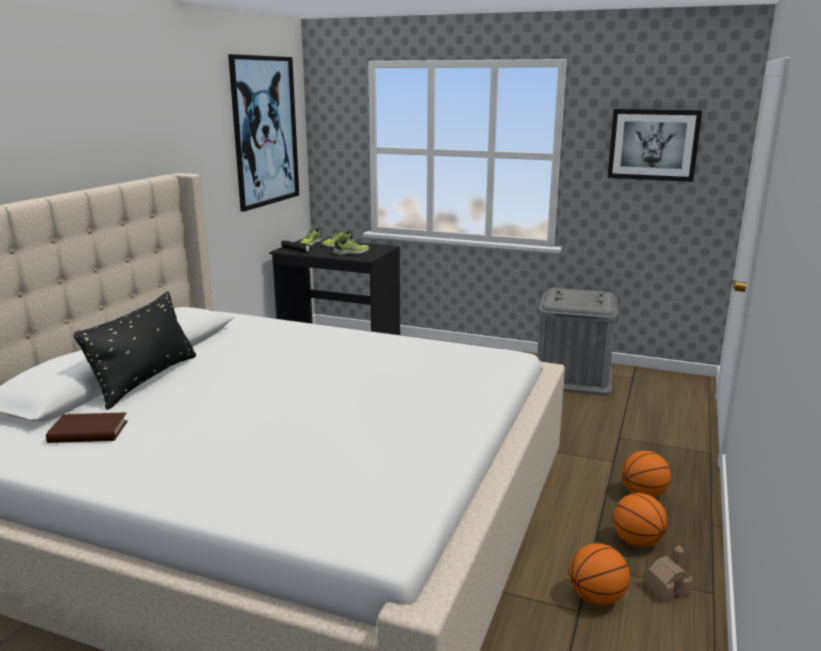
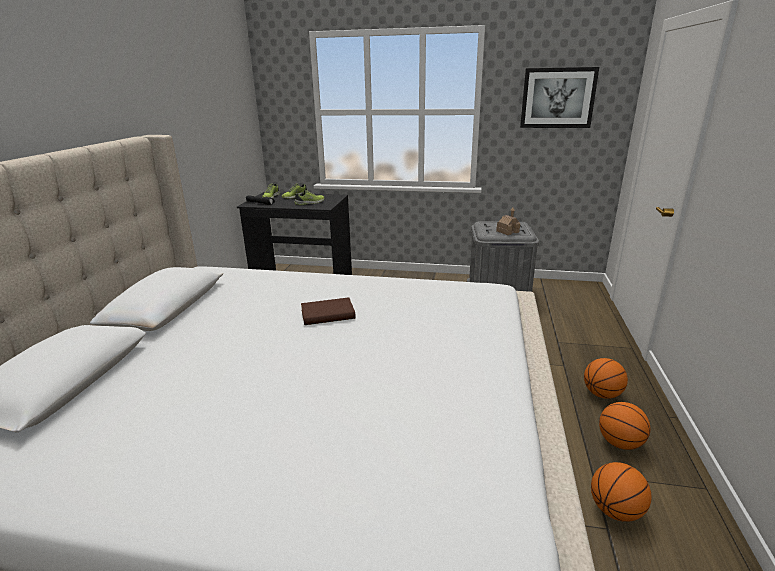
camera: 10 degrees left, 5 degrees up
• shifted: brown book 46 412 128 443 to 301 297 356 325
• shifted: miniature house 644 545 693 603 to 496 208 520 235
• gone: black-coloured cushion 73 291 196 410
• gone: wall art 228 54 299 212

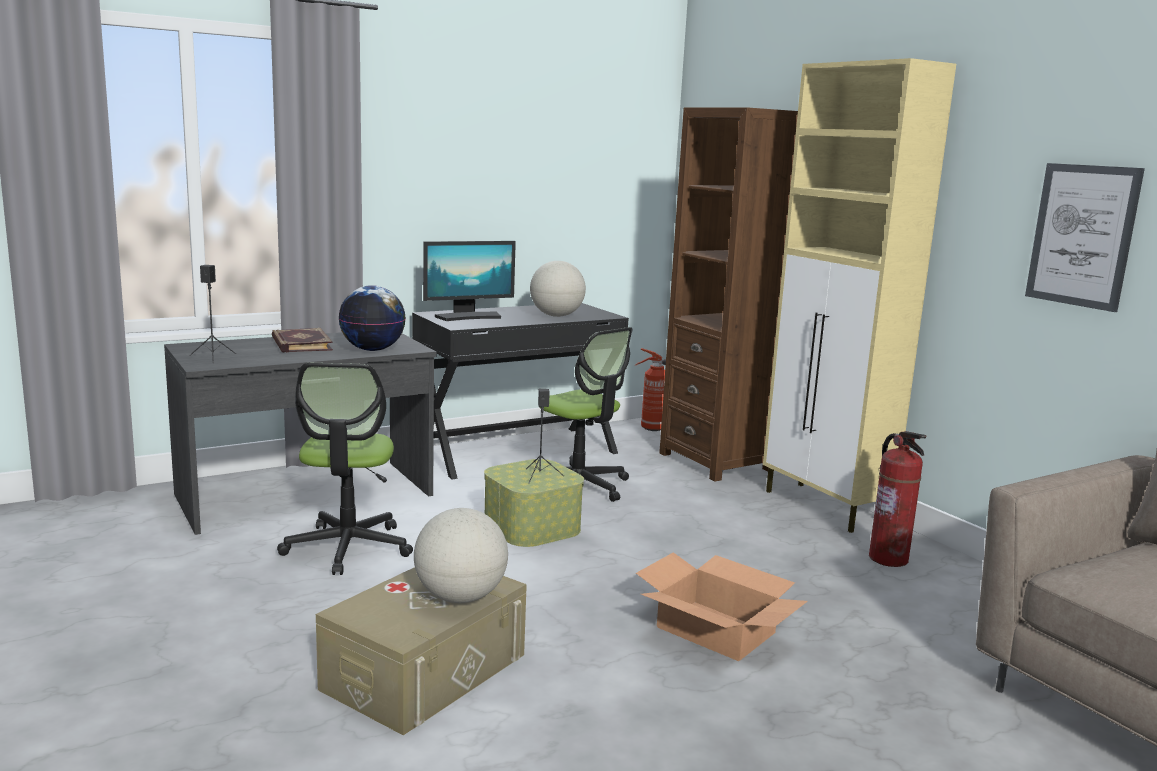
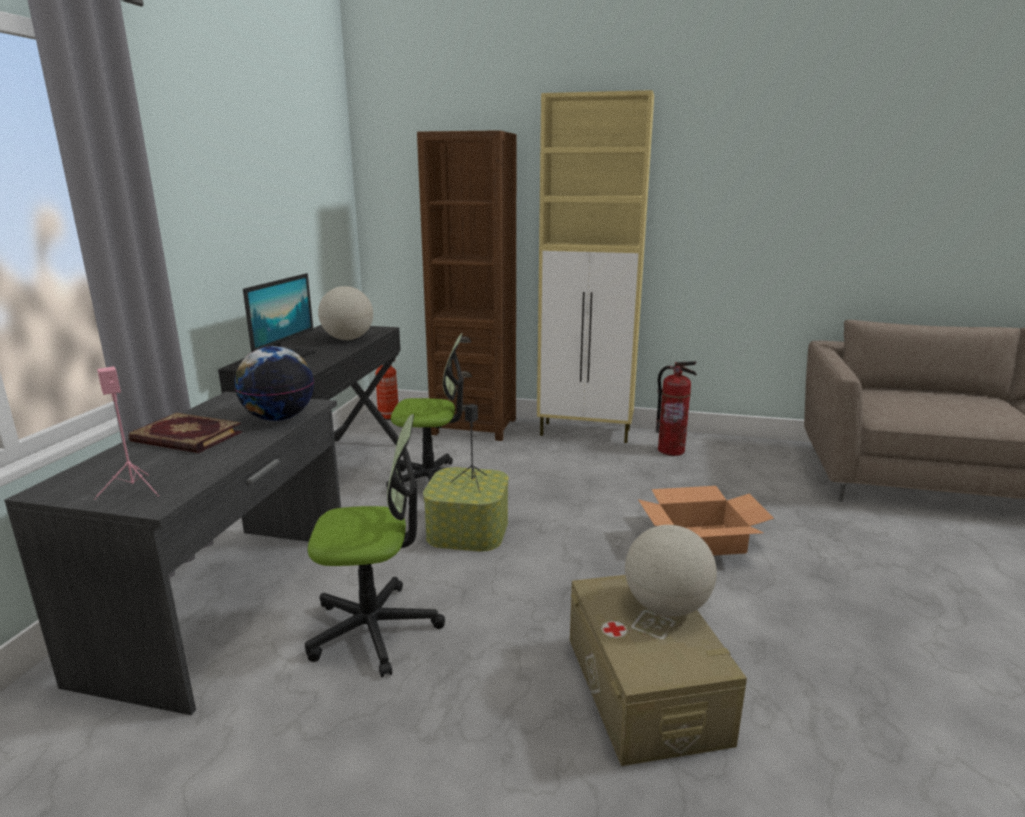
camera: 45 degrees left, 5 degrees up
• repainted: black-coloured audio speaker 190 265 236 363 to pink-coloured audio speaker 94 366 159 499
• rotated: office chair 277 363 413 575 = 305 414 445 677 45 degrees counterclockwise
• gone: wall art 1025 163 1145 312

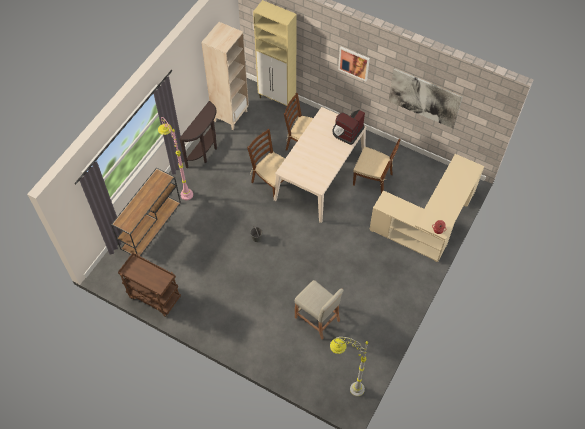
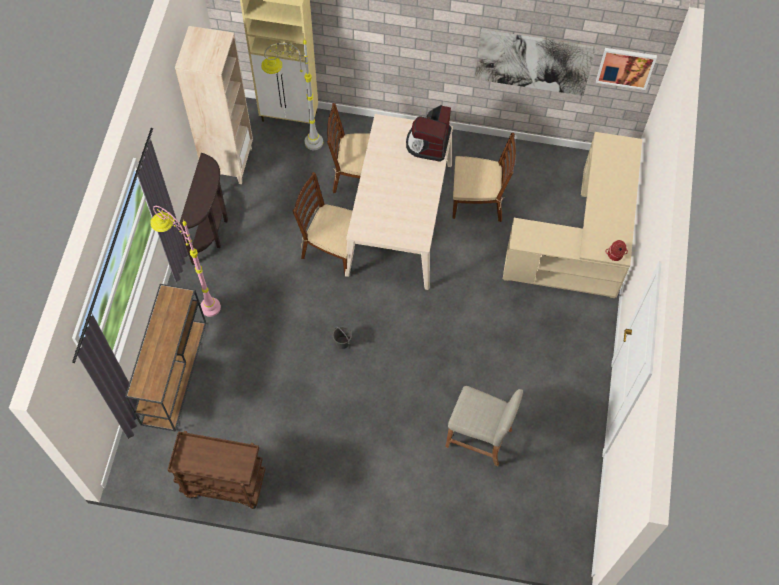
camera: 20 degrees left, 5 degrees up
• shifted: grey floor lamp 330 337 368 397 to 261 38 323 150
• shifted: wall art 338 47 370 81 to 596 48 657 90

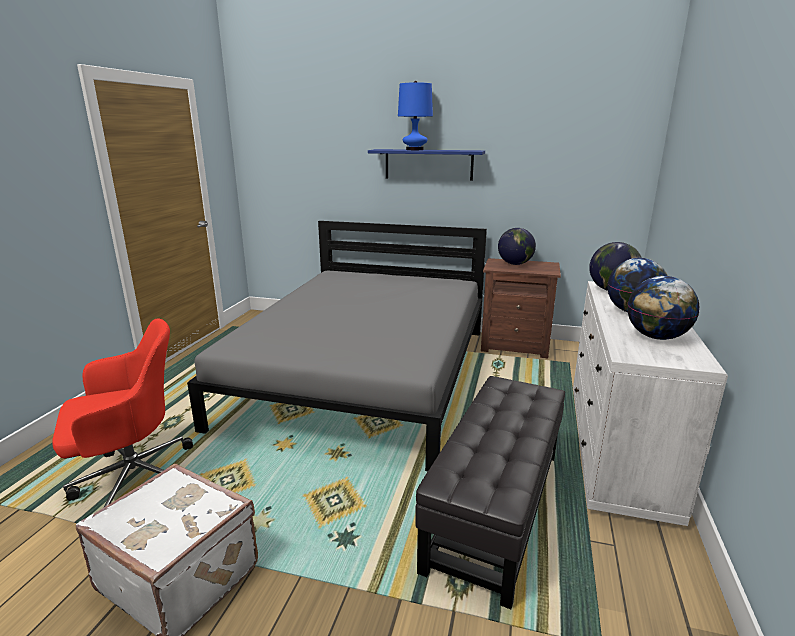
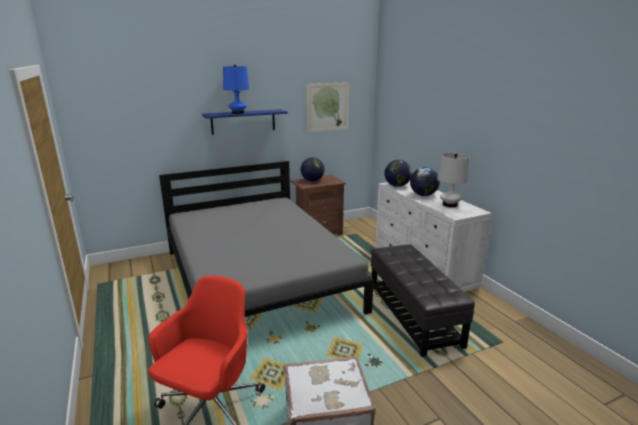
camera: 40 degrees left, 0 degrees up
• new: wall art 306 82 349 132
• swapped: globe 627 276 699 340 to whitish table lamp 438 153 470 207

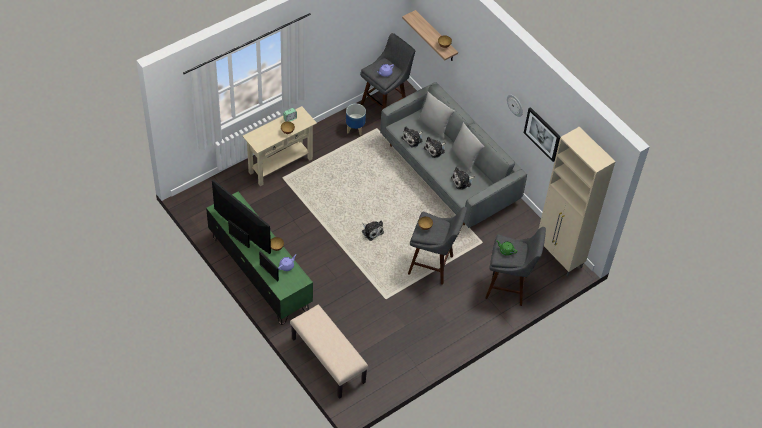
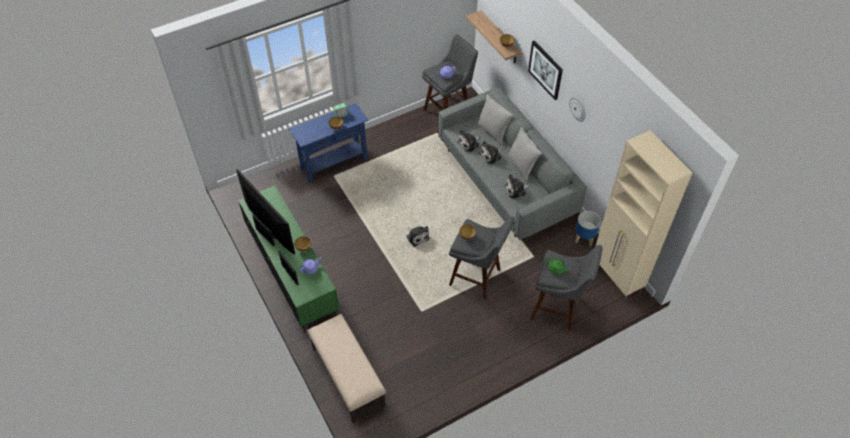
camera: 10 degrees right, 0 degrees up
• repainted: beige-coloured hall table 242 106 317 186 to blue hall table 289 103 368 183
• shifted: wall art 524 107 561 162 to 528 41 563 100
• shifted: planter 346 104 366 135 to 575 211 601 246

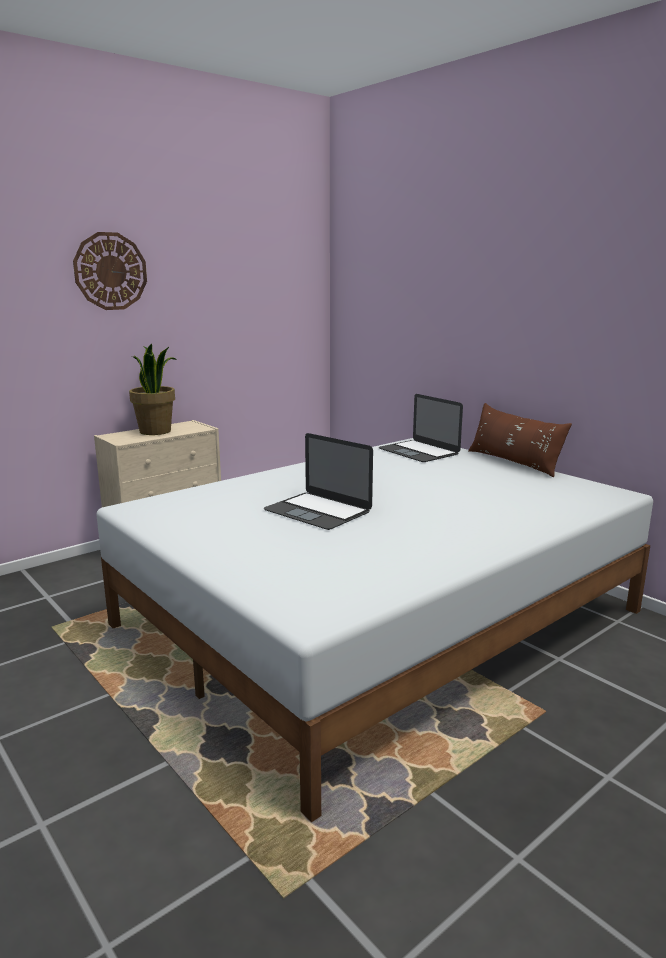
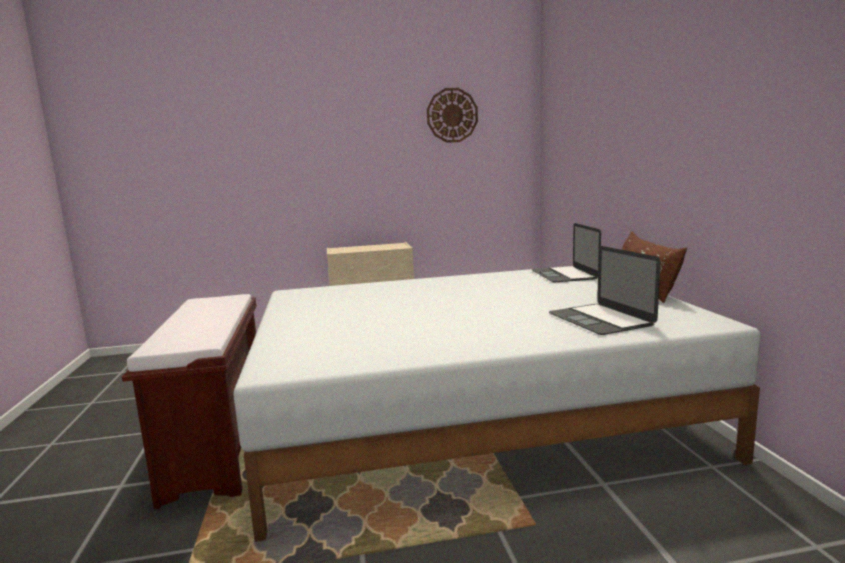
camera: 30 degrees right, 5 degrees down
• new: brown bench 122 294 257 509
• shifted: clock on the wall 73 232 147 310 to 427 88 478 143
• shifted: notebook computer 264 433 373 530 to 549 246 661 335
• gone: plant in a pot 129 343 177 435

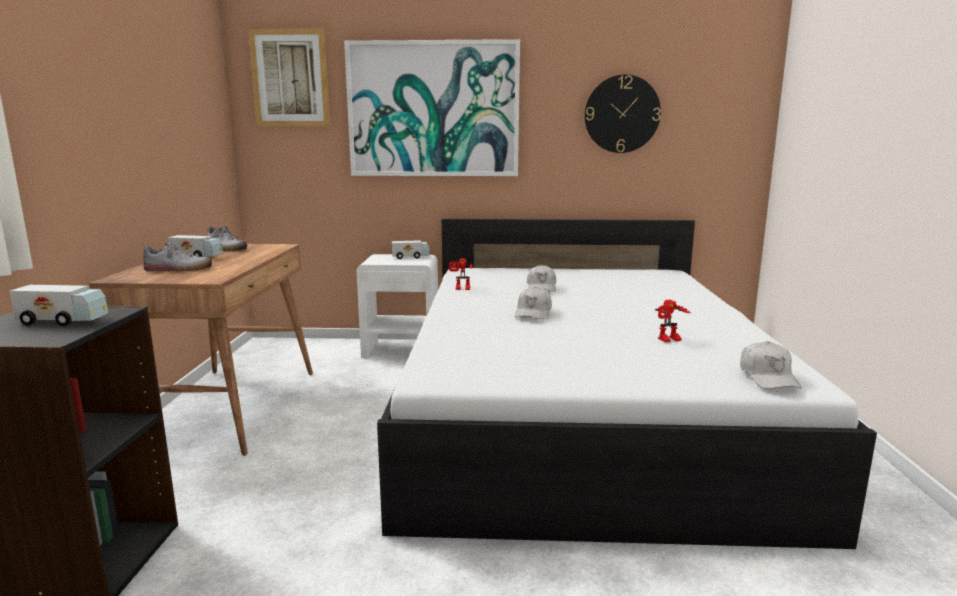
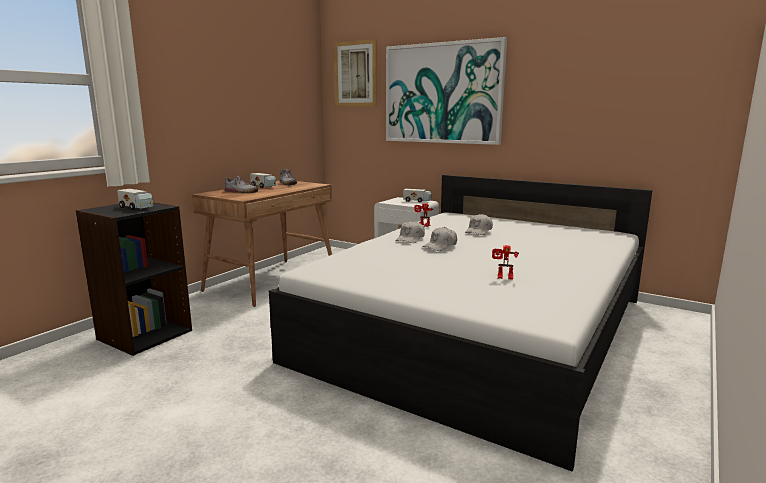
camera: 30 degrees right, 0 degrees up
• shifted: whitish cap 740 341 802 389 to 396 221 425 243
• gone: clock on the wall 584 75 661 153

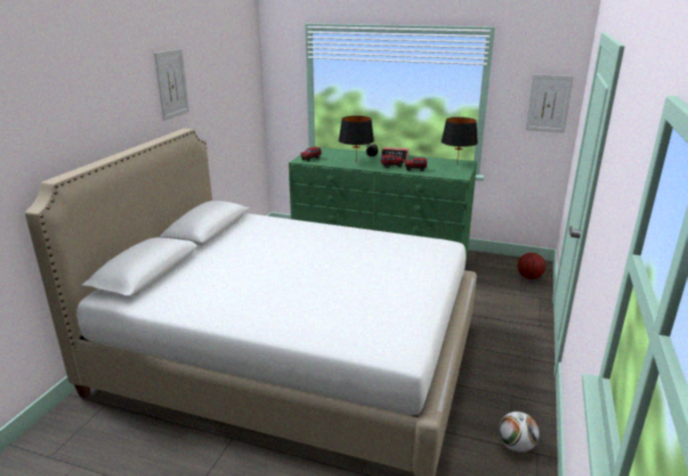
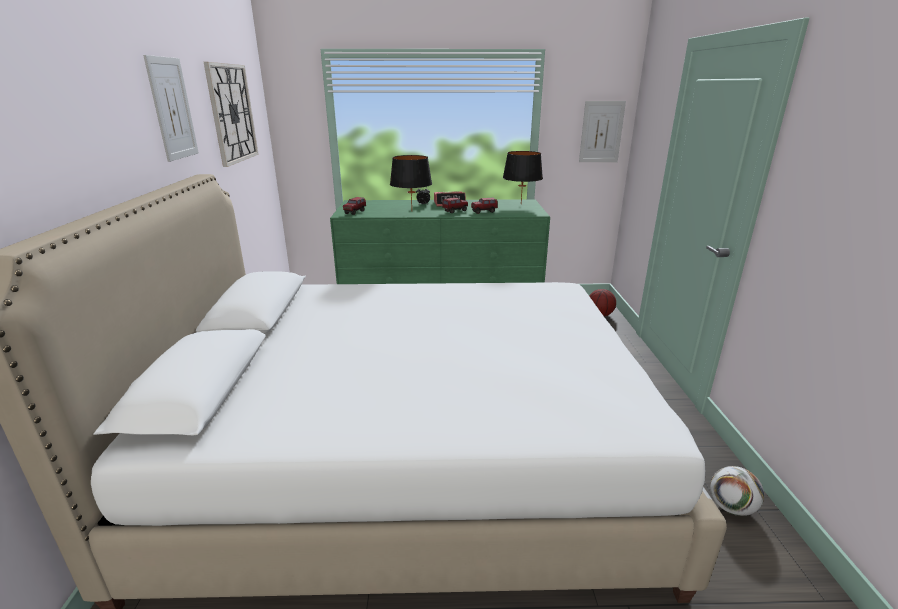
camera: 20 degrees left, 0 degrees up
• new: clock on the wall 204 62 259 167

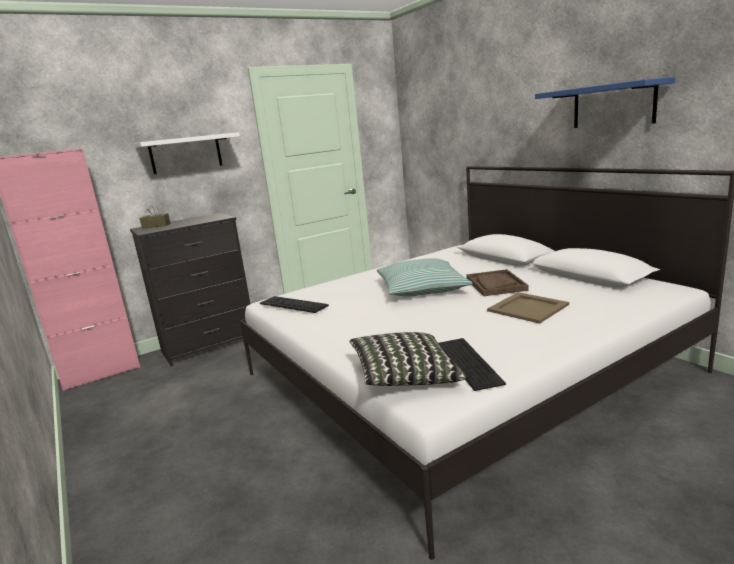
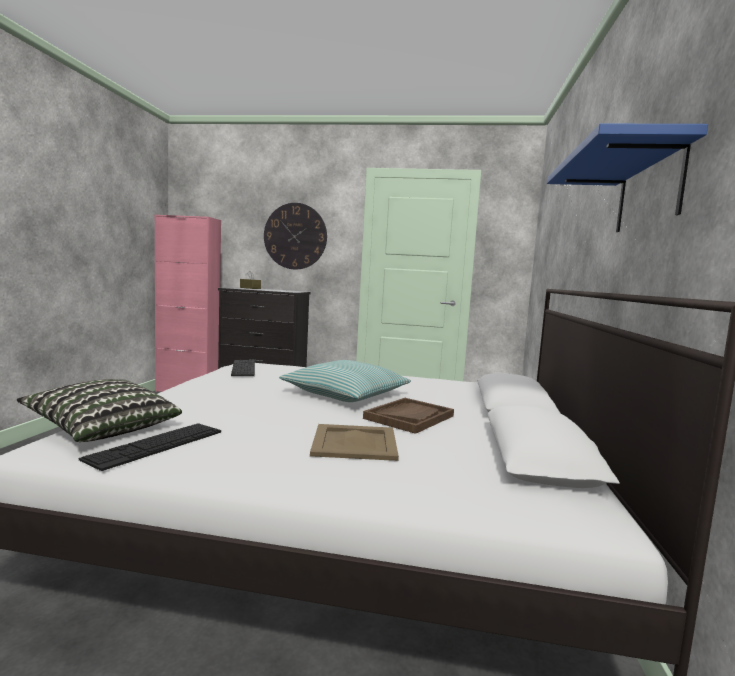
camera: 40 degrees right, 10 degrees down
• swapped: whitish bracket shelf 134 132 240 174 to clock on the wall 264 203 327 269

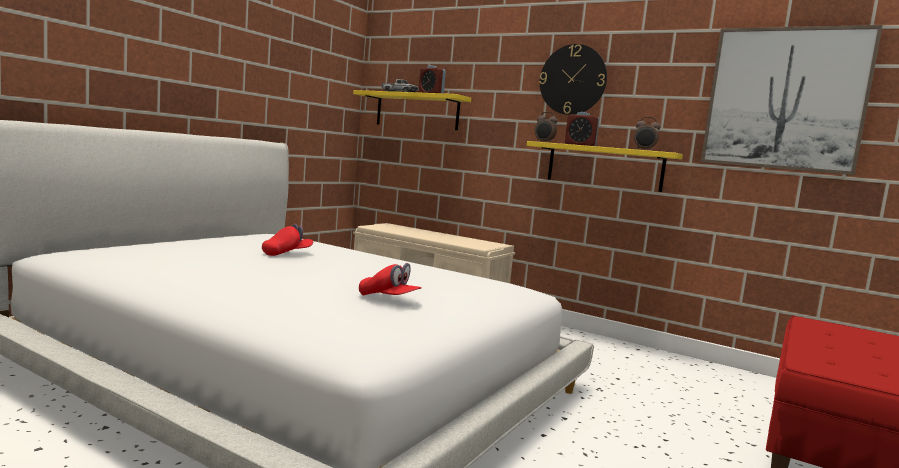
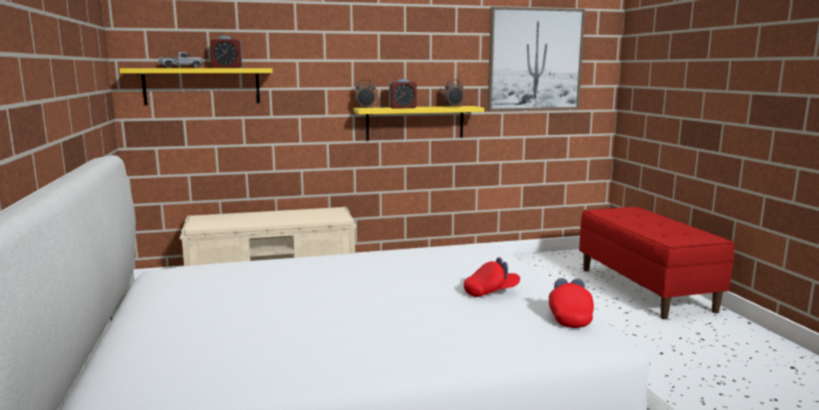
camera: 45 degrees left, 5 degrees up
• shifted: red-coloured cap 262 224 313 256 to 549 278 594 328
• gone: clock on the wall 539 44 607 115

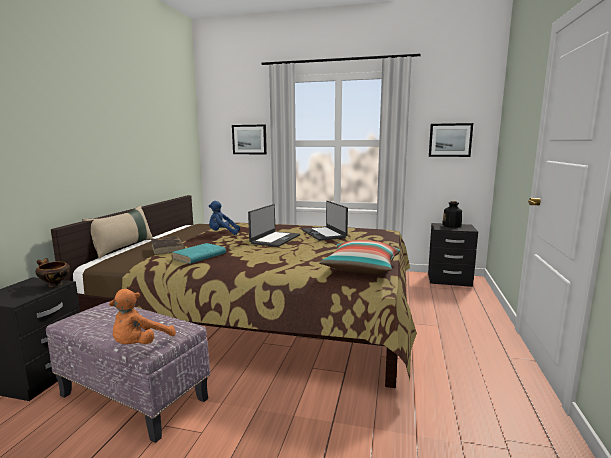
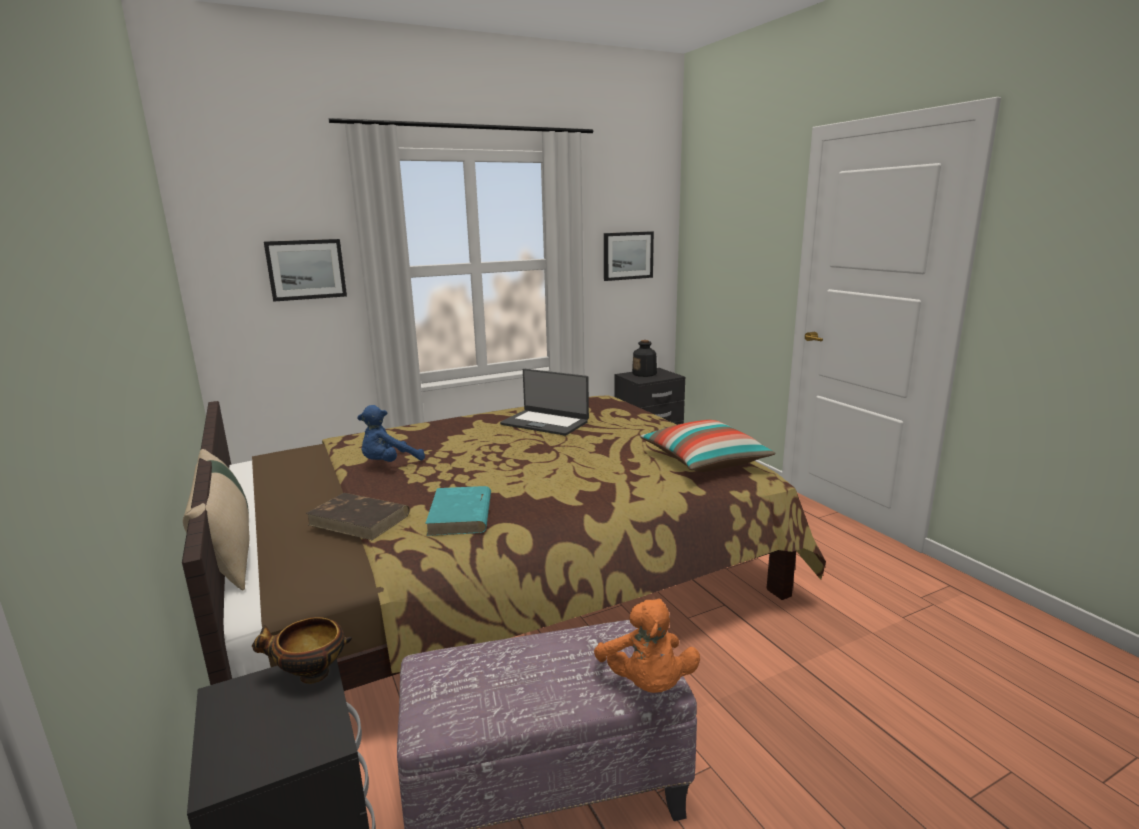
camera: 40 degrees left, 5 degrees up
• gone: notebook computer 248 204 300 247

